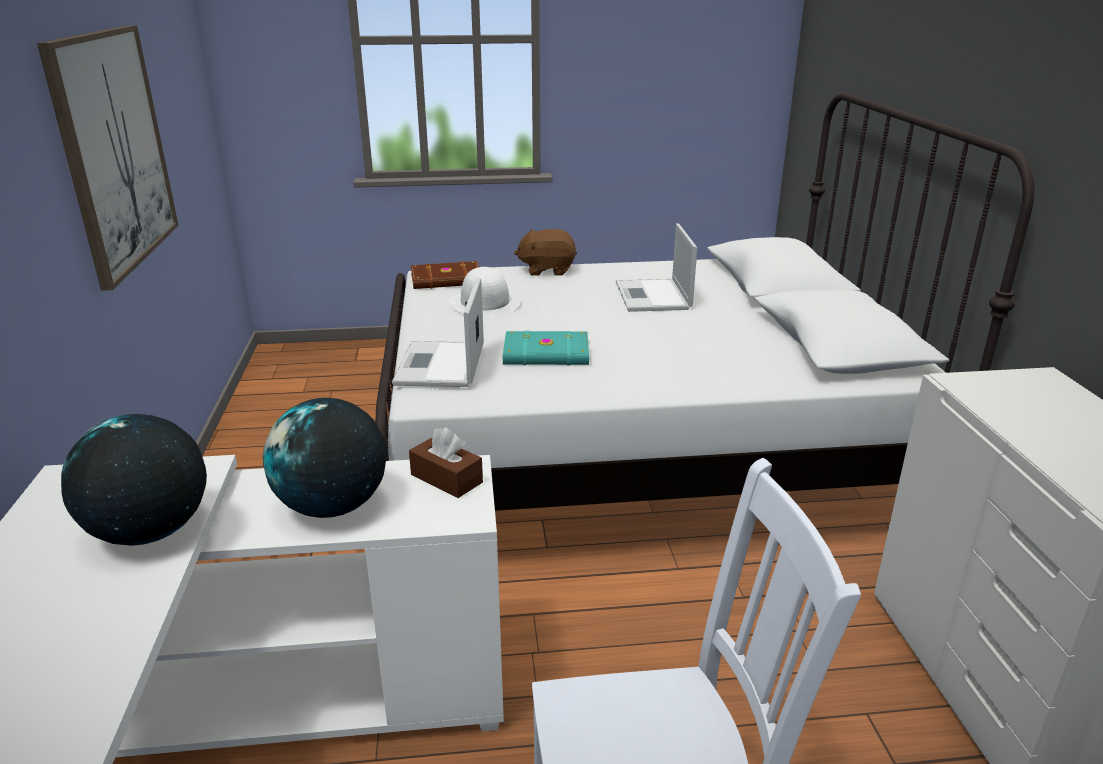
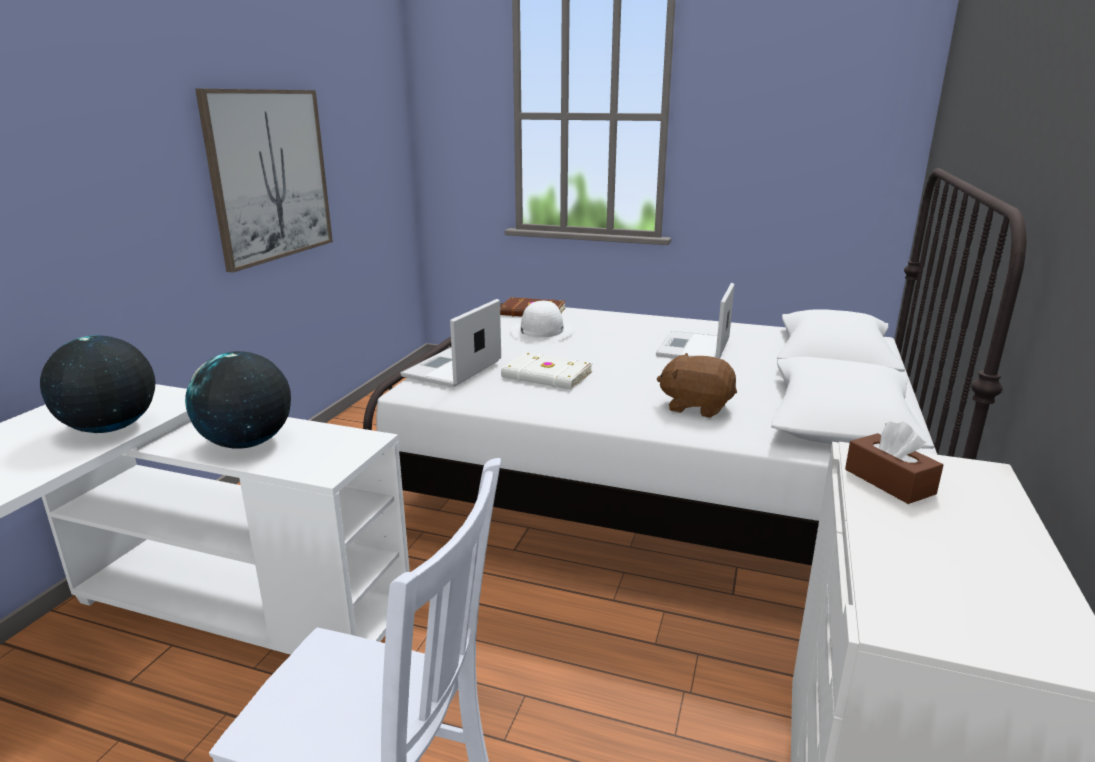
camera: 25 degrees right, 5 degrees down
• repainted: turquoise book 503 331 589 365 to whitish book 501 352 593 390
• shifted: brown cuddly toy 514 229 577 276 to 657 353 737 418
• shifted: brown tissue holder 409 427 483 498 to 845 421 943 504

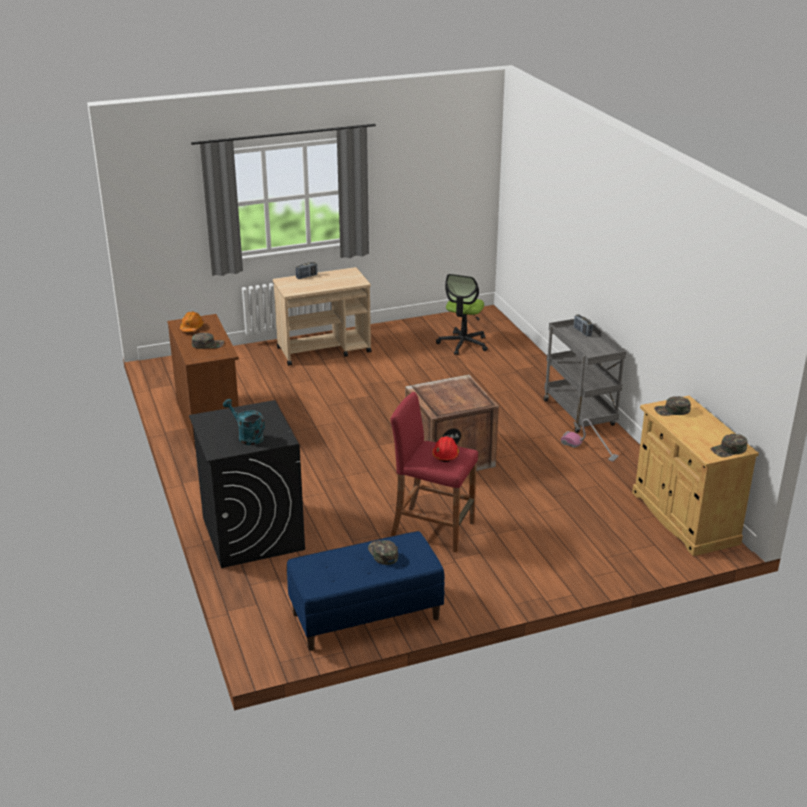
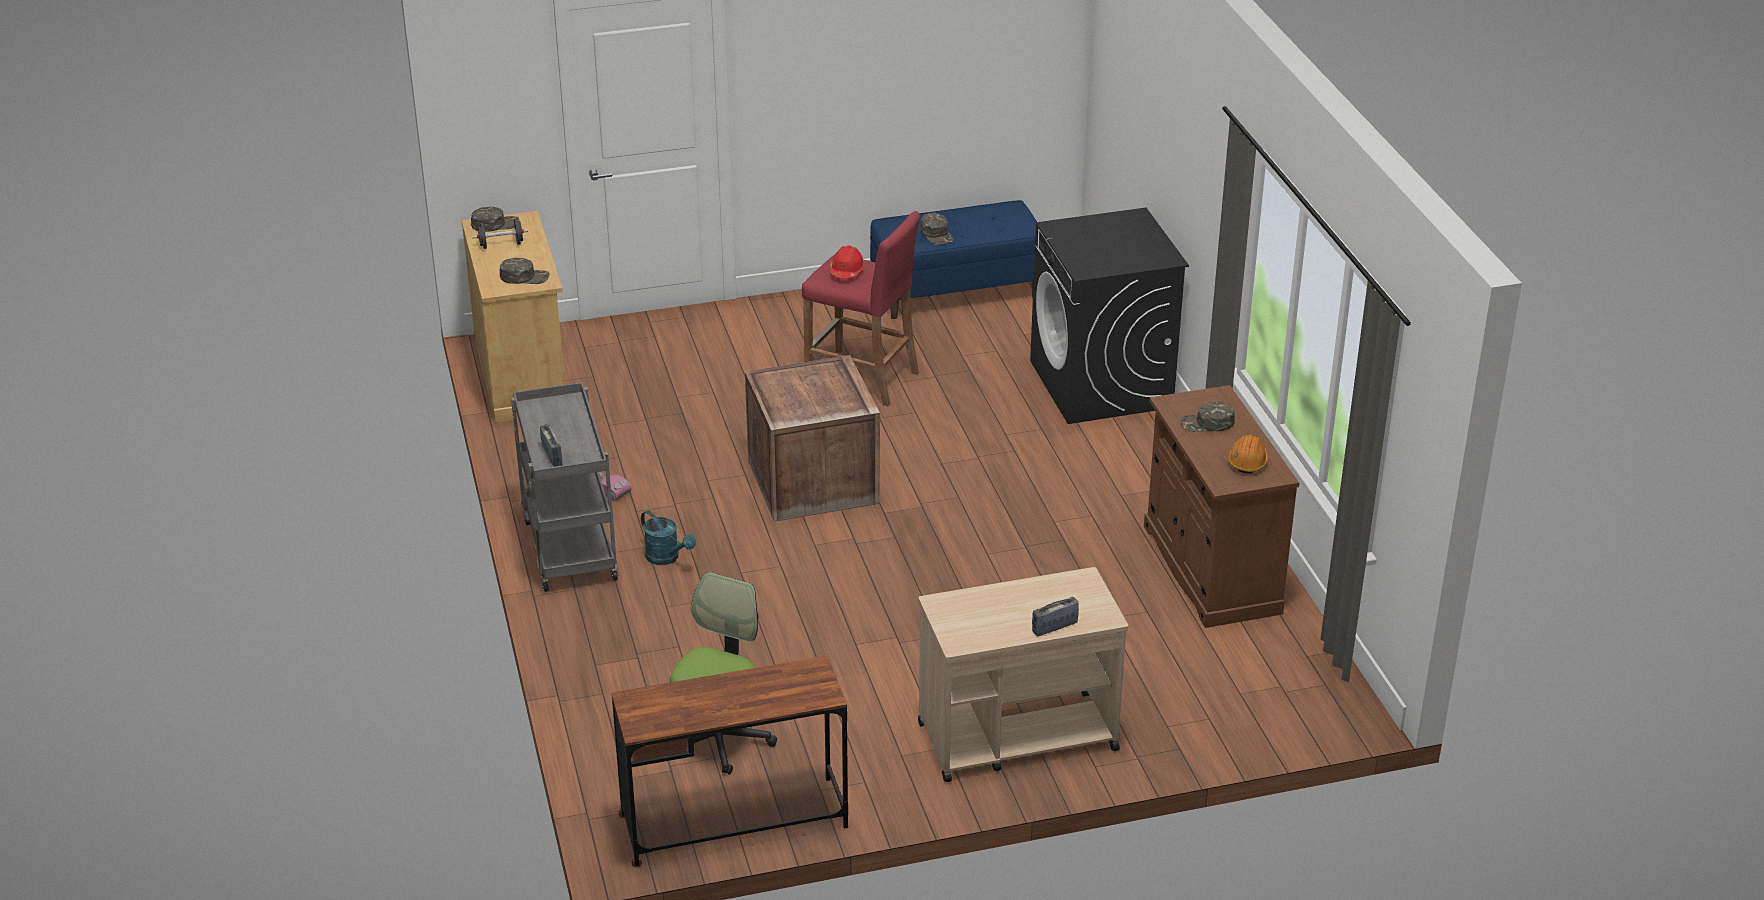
camera: 175 degrees left, 5 degrees up
• new: black-coloured free weight 473 219 528 249
• new: brown desk unit 611 655 848 867
• shifted: turquoise watering pot 223 399 265 445 to 641 511 696 565

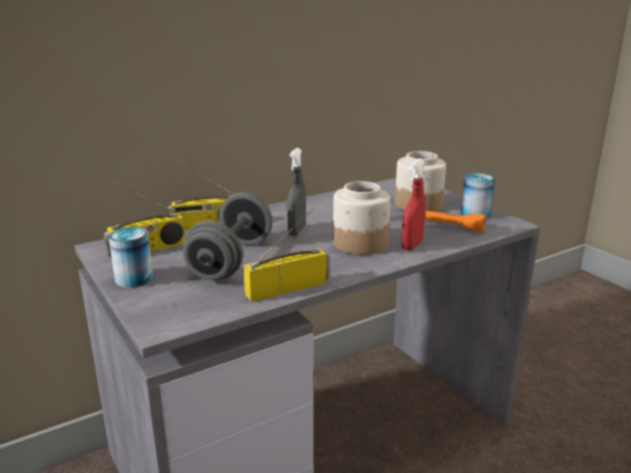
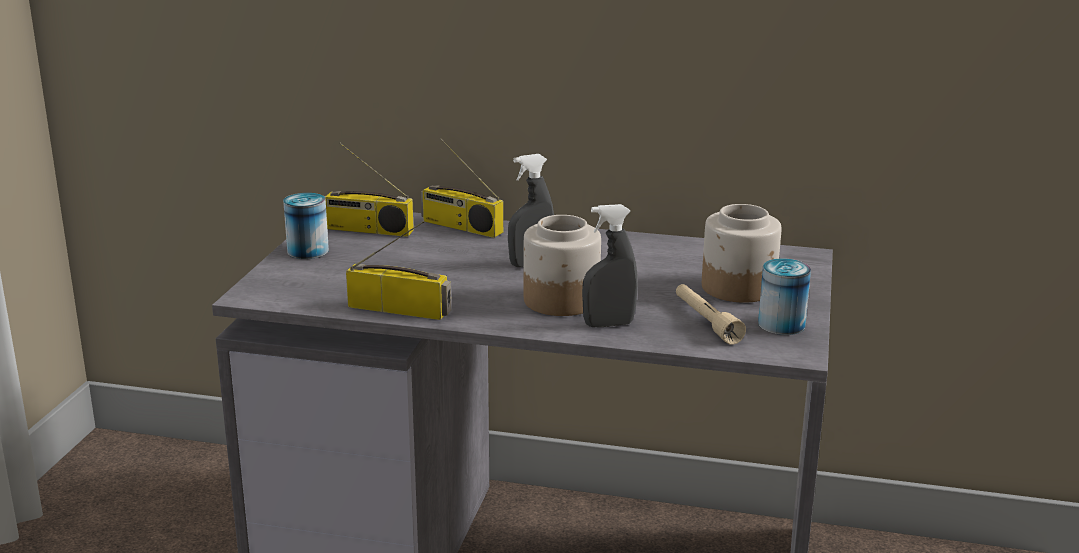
camera: 45 degrees right, 0 degrees up
• repainted: red-coloured spray bottle 401 158 425 251 to grey spray bottle 582 204 638 327
• repainted: orange torch 425 211 485 232 to beige-coloured torch 676 284 746 345
• gone: grey free weight 183 192 273 280

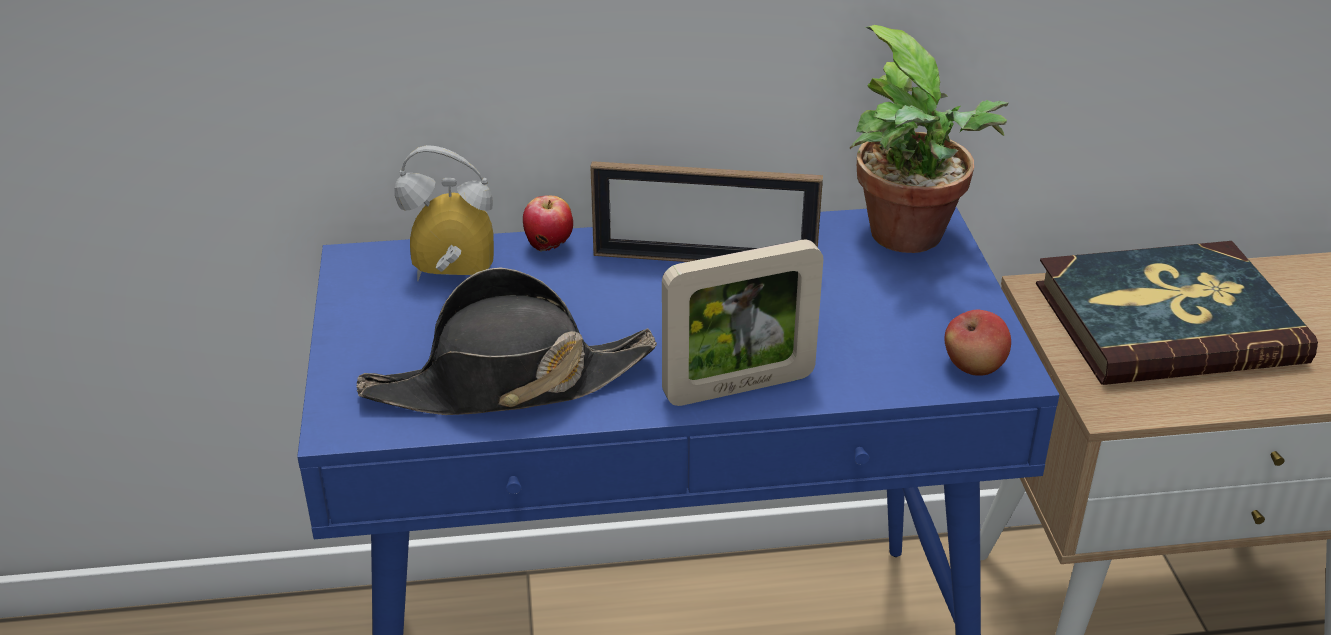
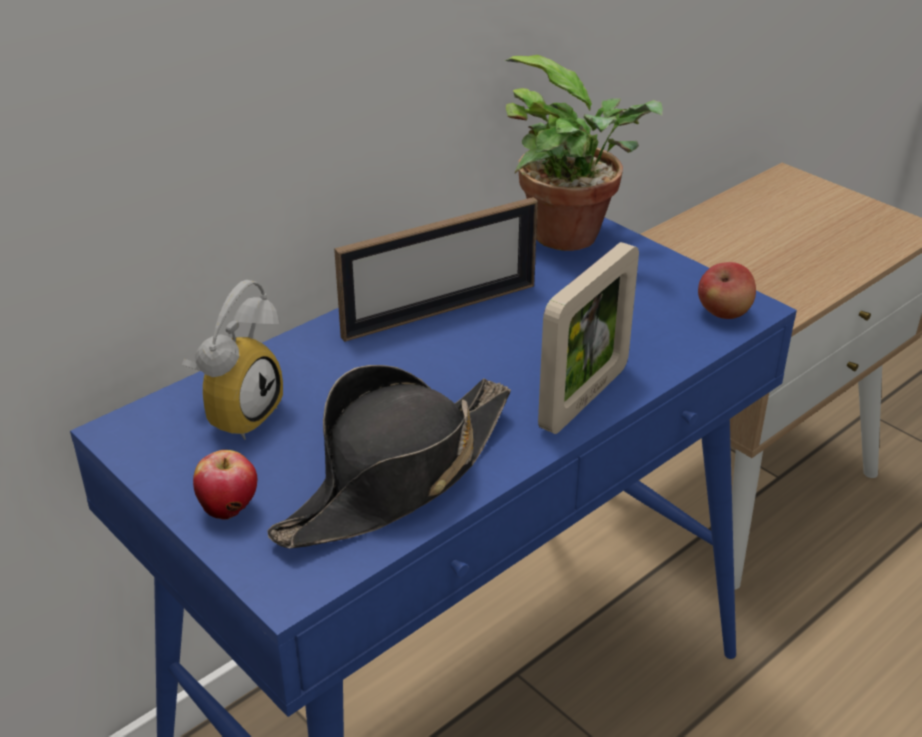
camera: 35 degrees left, 0 degrees up
• rotated: bedside clock 394 145 494 281 = 182 280 283 440 150 degrees clockwise
• shifted: apple 523 195 573 252 to 193 450 257 520
• gone: book 1036 241 1318 385

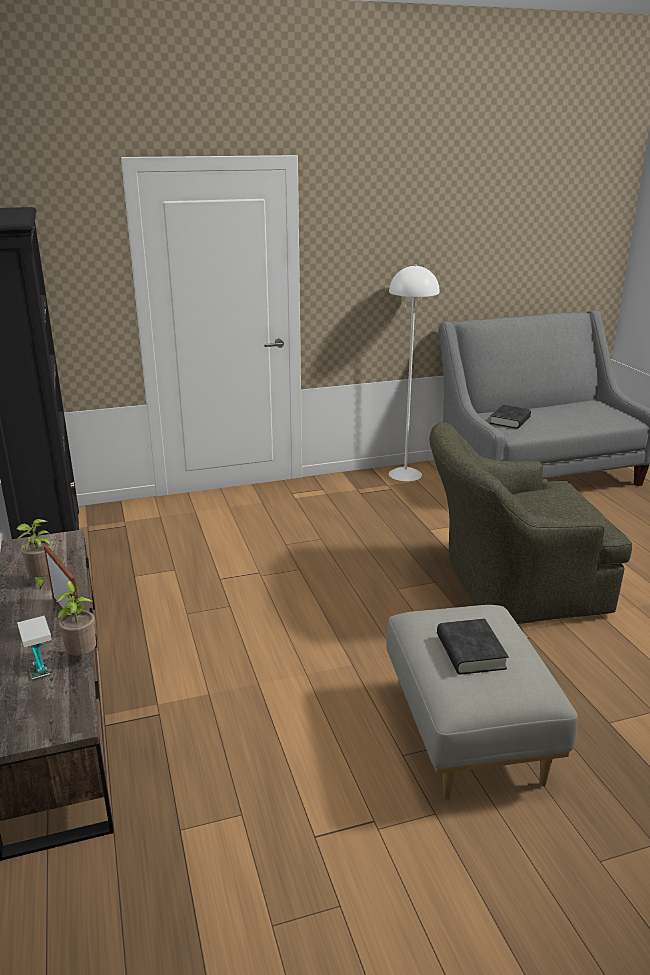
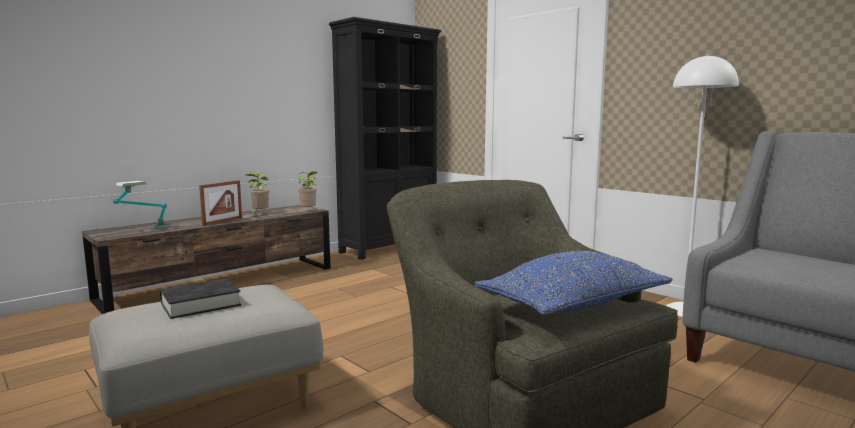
camera: 65 degrees right, 15 degrees down
• shifted: plant in a pot 56 581 96 656 to 299 171 318 209
• new: blue cushion 475 251 673 315
• gone: black-coloured book 490 405 531 429

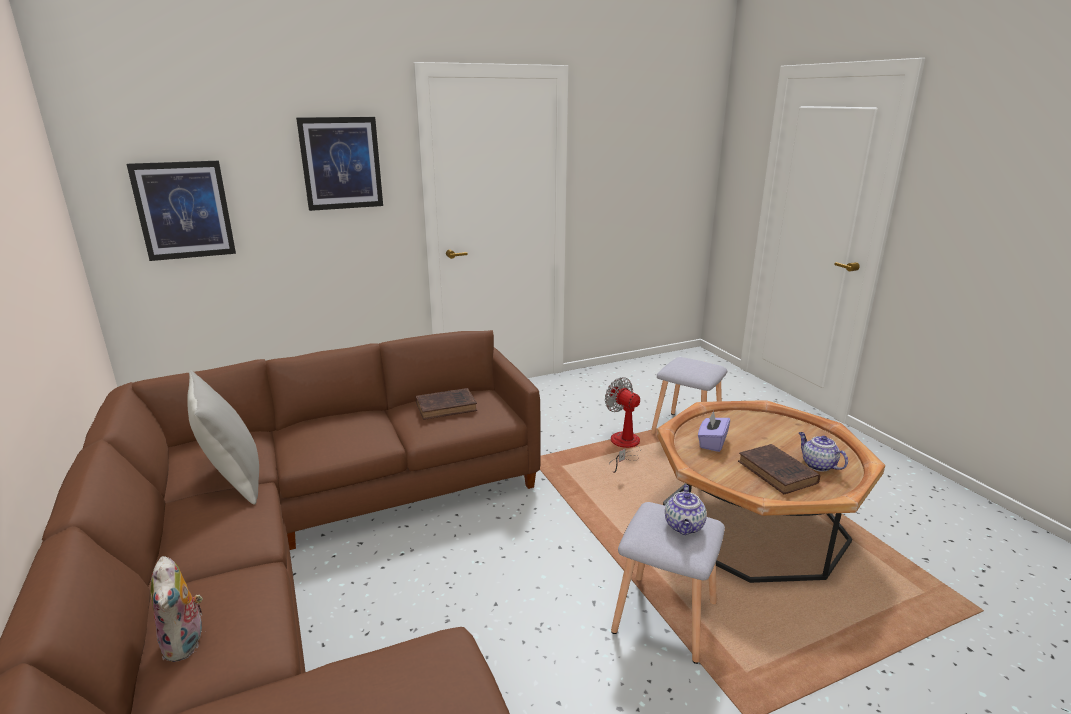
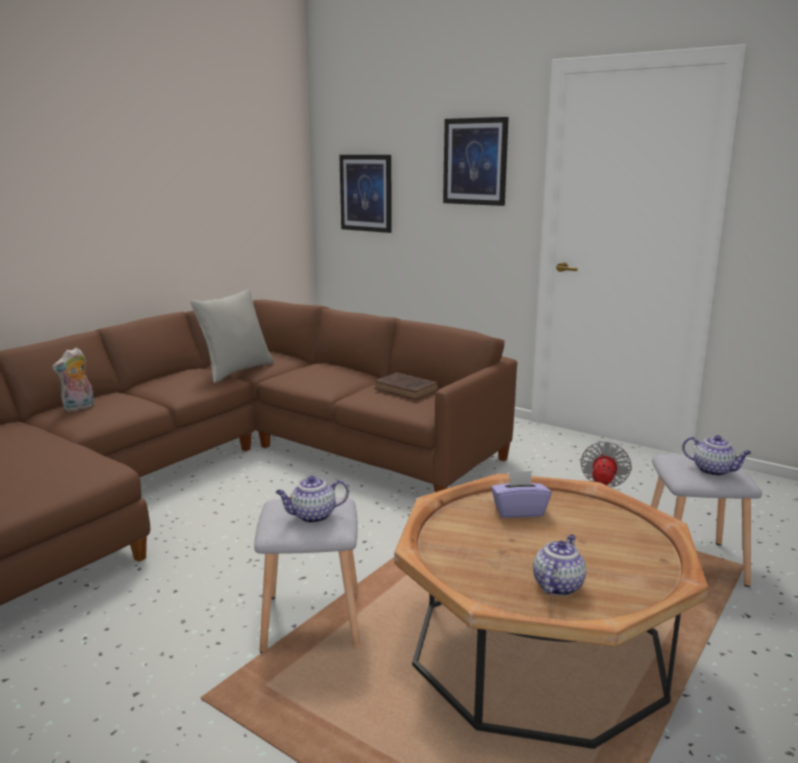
camera: 60 degrees right, 5 degrees down
• new: pot for tea 682 435 752 476
• gone: brown book 738 444 820 494

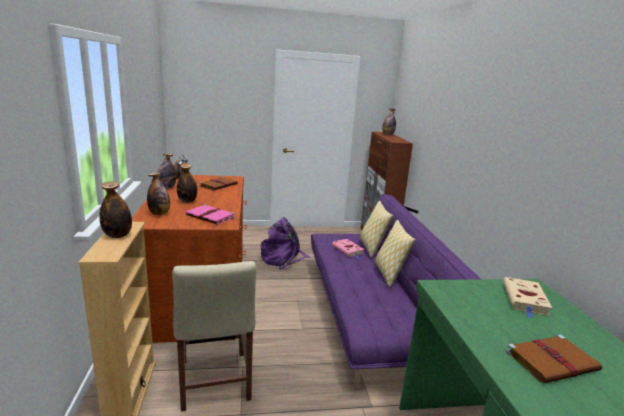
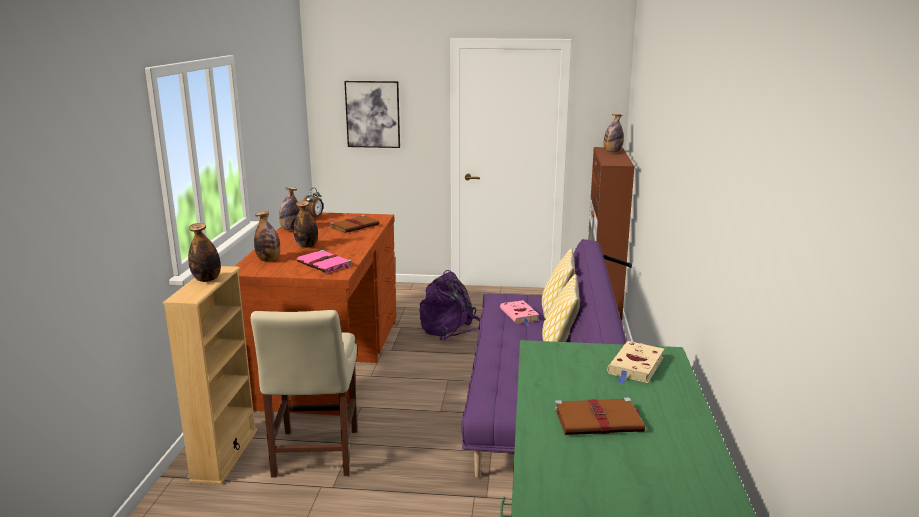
camera: 15 degrees right, 0 degrees up
• new: wall art 344 81 400 148

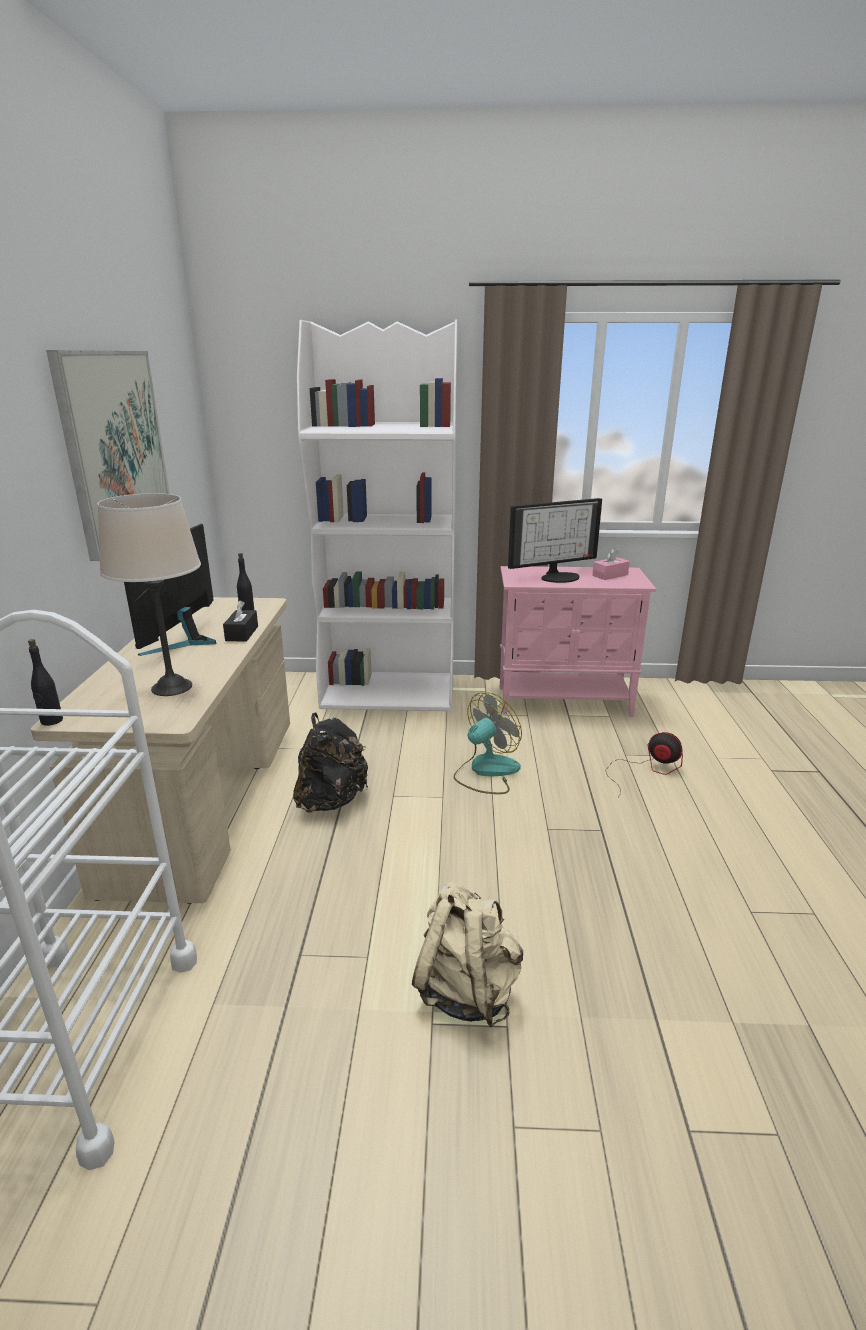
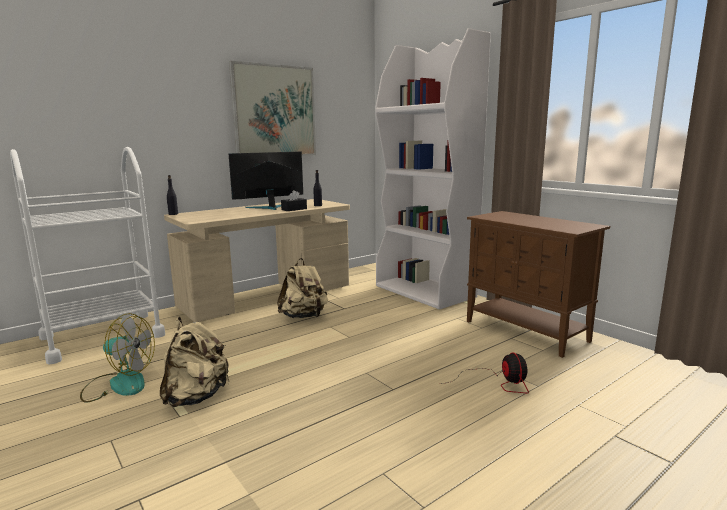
camera: 50 degrees right, 10 degrees down
• shifted: cooling fan 454 693 522 794 to 80 313 155 403
• repainted: black-coloured rucksack 293 713 368 813 to beige-coloured rucksack 277 258 328 318
• repainted: pink-coloured storage cabinet 500 566 656 717 to brown storage cabinet 467 211 610 358
• gone: beige-coloured table lamp 97 493 201 696
• gone: computer screen 508 498 602 583
• gone: pink-coloured tissue holder 592 548 630 580

